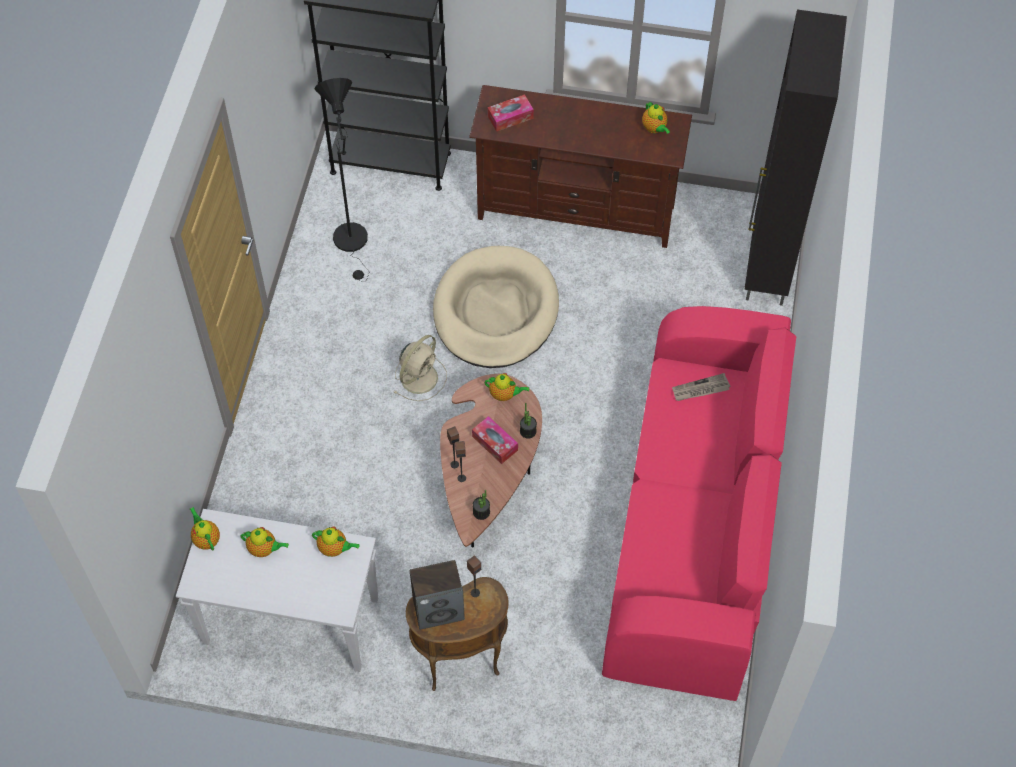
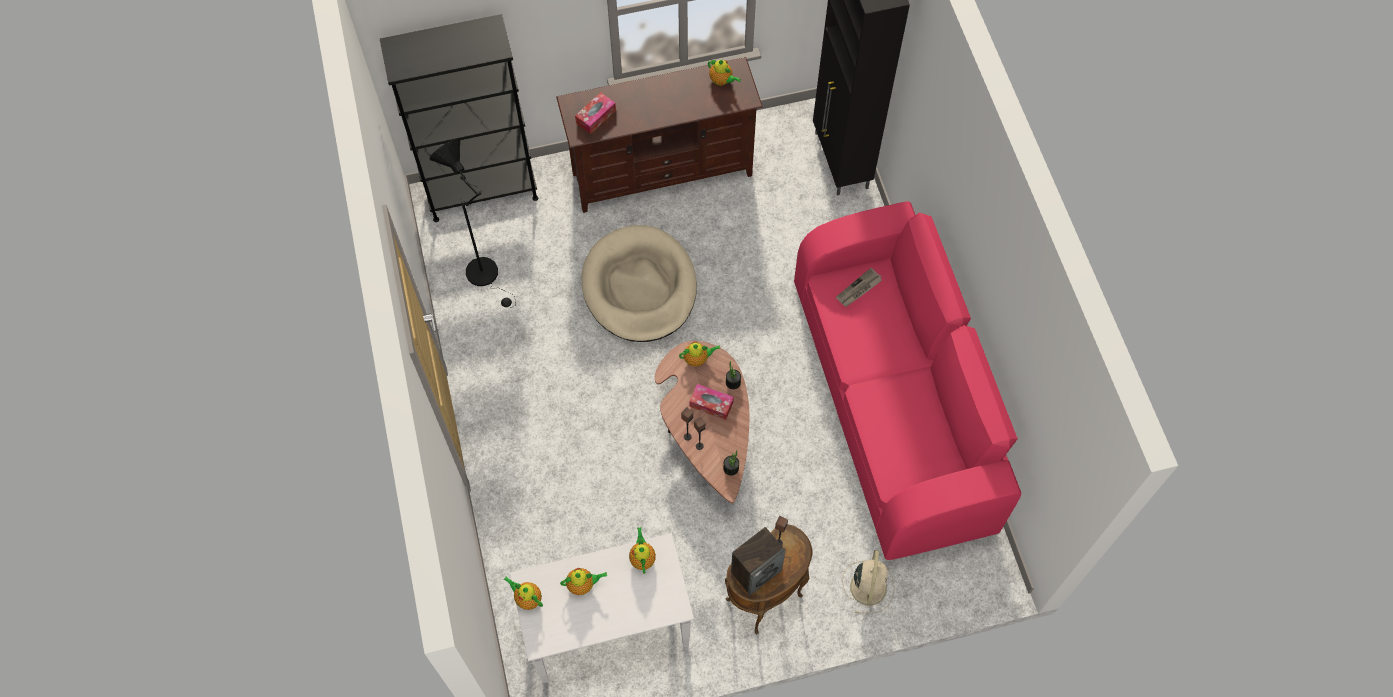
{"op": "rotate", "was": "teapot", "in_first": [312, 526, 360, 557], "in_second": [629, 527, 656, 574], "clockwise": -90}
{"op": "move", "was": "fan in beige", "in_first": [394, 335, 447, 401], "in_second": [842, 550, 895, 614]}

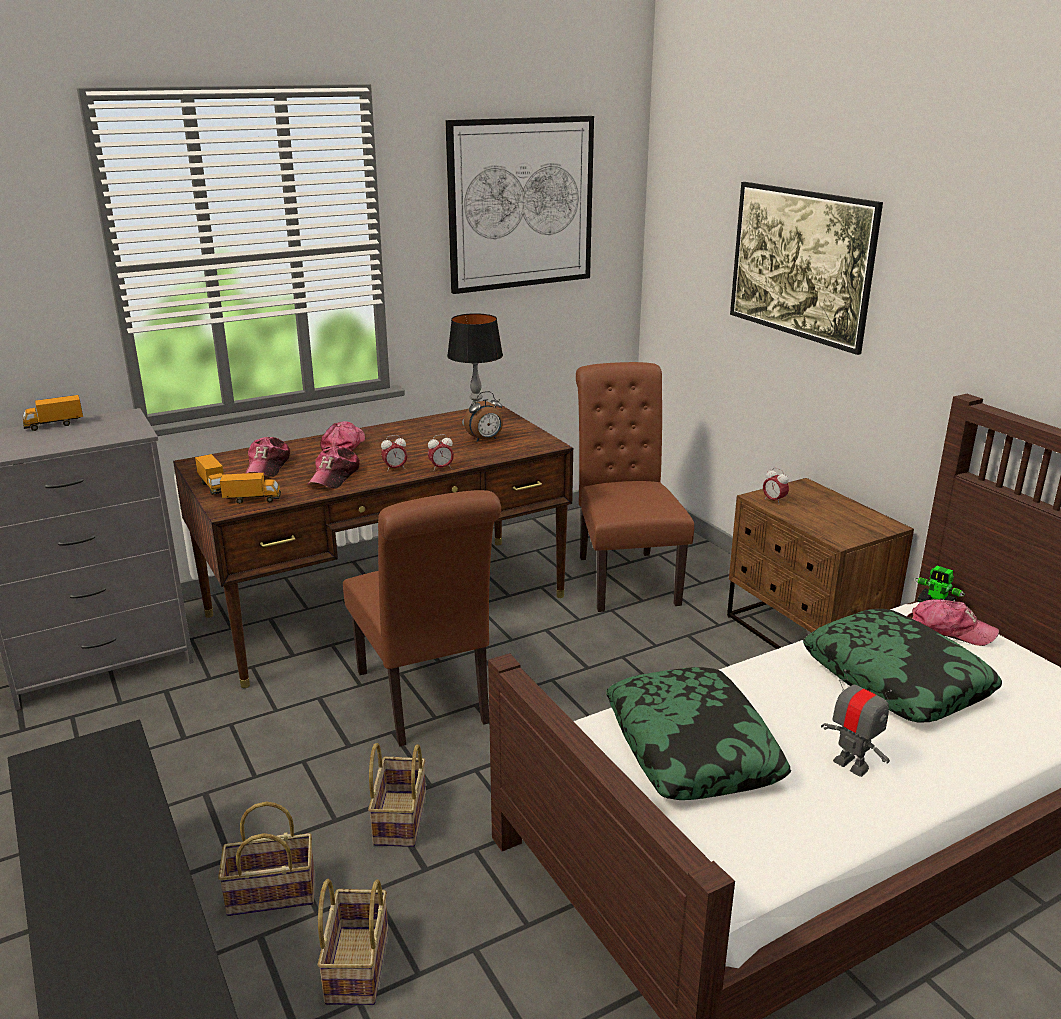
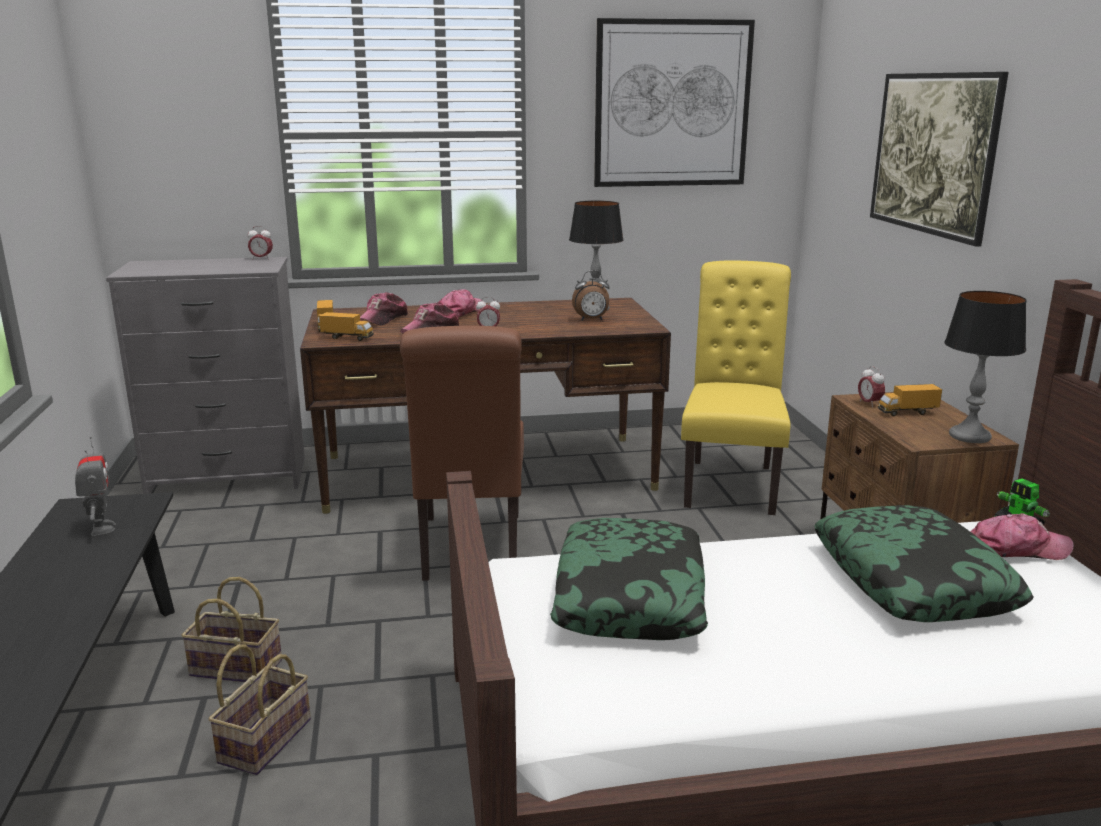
{"op": "move", "was": "toy truck", "in_first": [23, 395, 83, 431], "in_second": [877, 384, 942, 416]}
{"op": "delete", "was": "basket", "in_first": [368, 743, 426, 847]}
{"op": "move", "was": "alarm clock", "in_first": [428, 434, 454, 471], "in_second": [248, 226, 273, 260]}
{"op": "recolor", "was": "chair in brown", "now": "chair in yellow", "in_first": [576, 362, 694, 612], "in_second": [681, 261, 791, 515]}
{"op": "move", "was": "toy robot", "in_first": [821, 669, 892, 777], "in_second": [75, 437, 116, 536]}
{"op": "rotate", "was": "cap", "in_first": [907, 599, 999, 646], "in_second": [970, 513, 1074, 560], "clockwise": -45}
{"op": "insert", "now": "table lamp", "in_second": [944, 291, 1027, 443]}

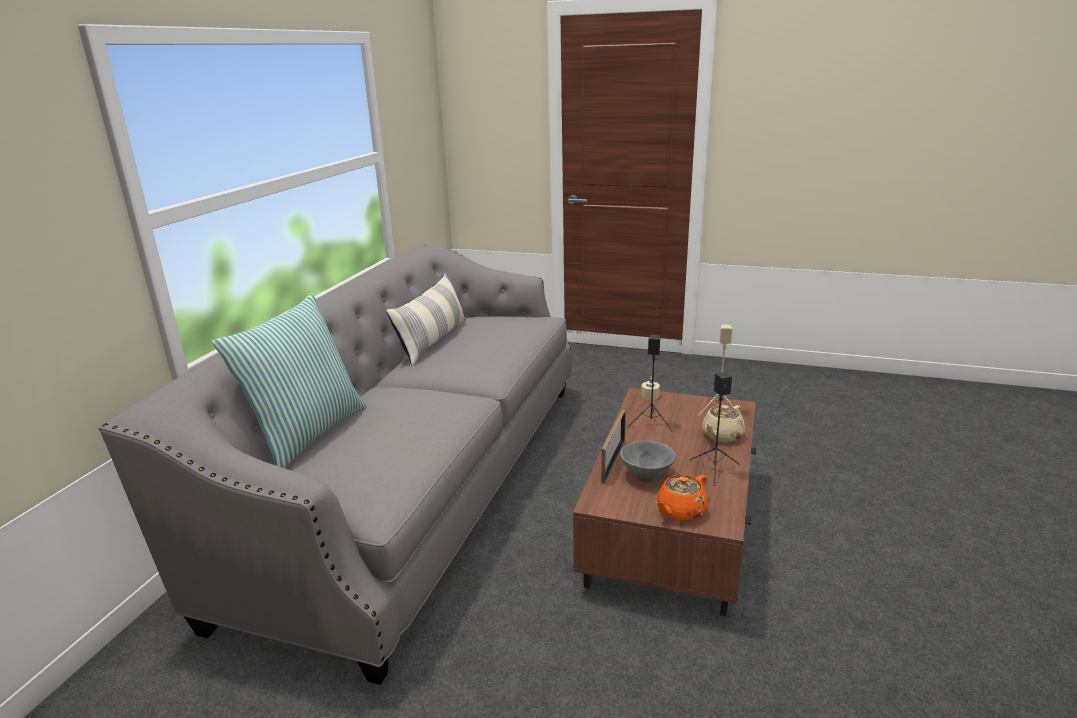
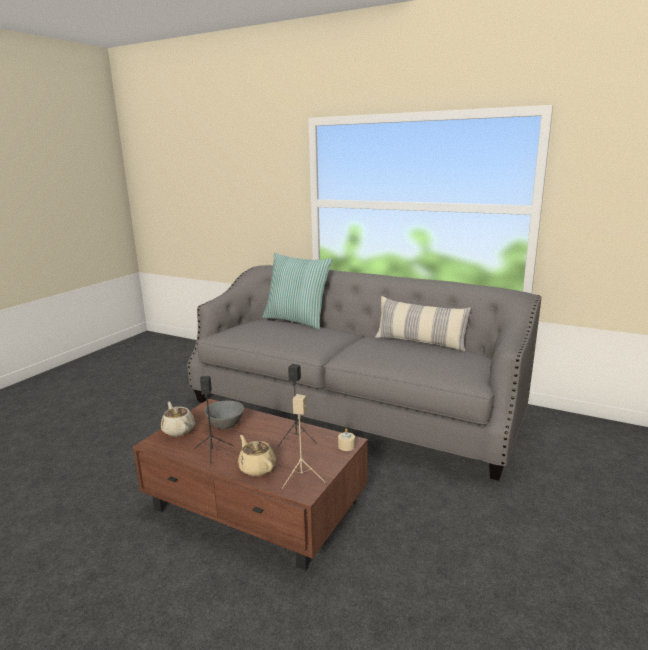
{"op": "delete", "was": "picture frame", "in_first": [601, 409, 626, 484]}
{"op": "recolor", "was": "teapot in orange", "now": "teapot in beige", "in_first": [655, 475, 708, 521], "in_second": [161, 401, 195, 437]}

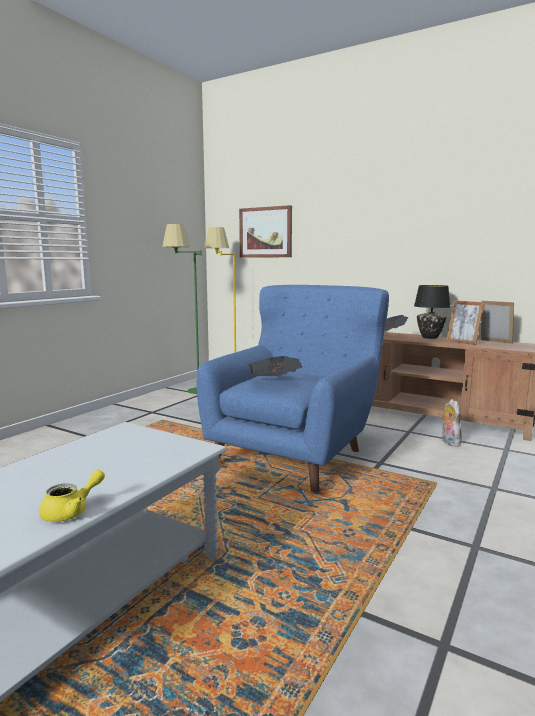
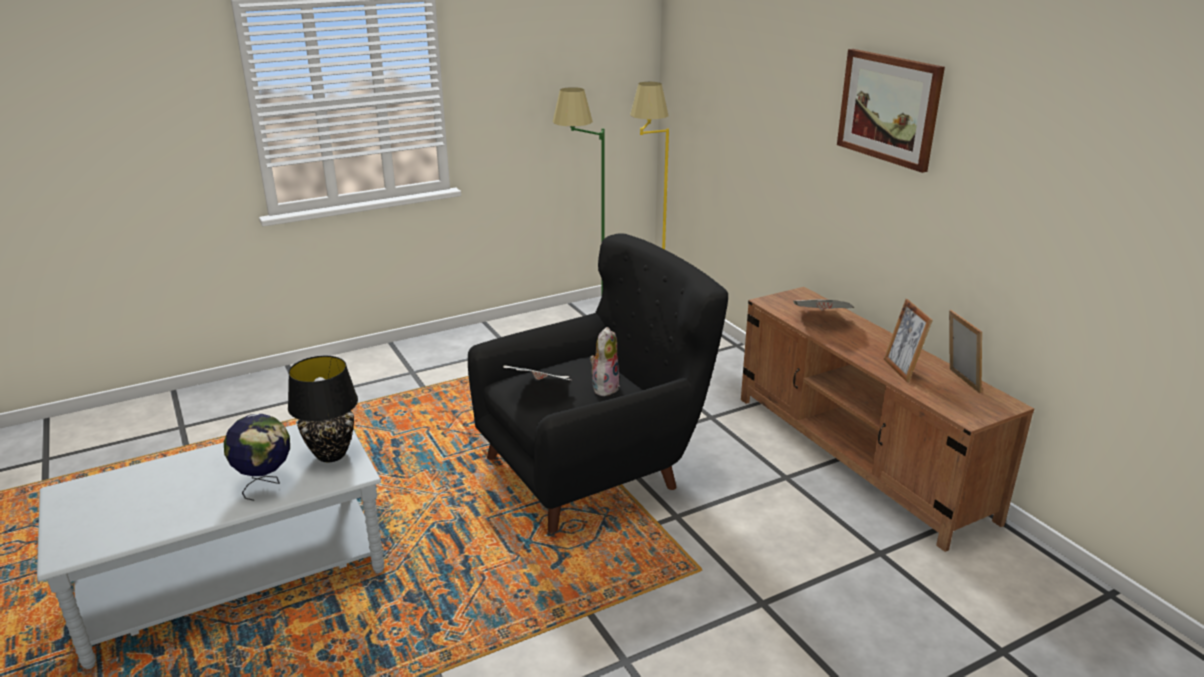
{"op": "delete", "was": "teapot in yellow", "in_first": [39, 470, 105, 522]}
{"op": "recolor", "was": "armchair in blue", "now": "armchair in black", "in_first": [197, 285, 389, 492], "in_second": [468, 234, 728, 533]}
{"op": "move", "was": "picture", "in_first": [239, 205, 292, 257], "in_second": [837, 49, 945, 173]}
{"op": "move", "was": "table lamp in black", "in_first": [414, 285, 451, 339], "in_second": [288, 356, 358, 462]}
{"op": "move", "was": "plush toy", "in_first": [442, 399, 462, 447], "in_second": [590, 327, 620, 396]}
{"op": "insert", "now": "globe", "in_second": [224, 414, 290, 501]}

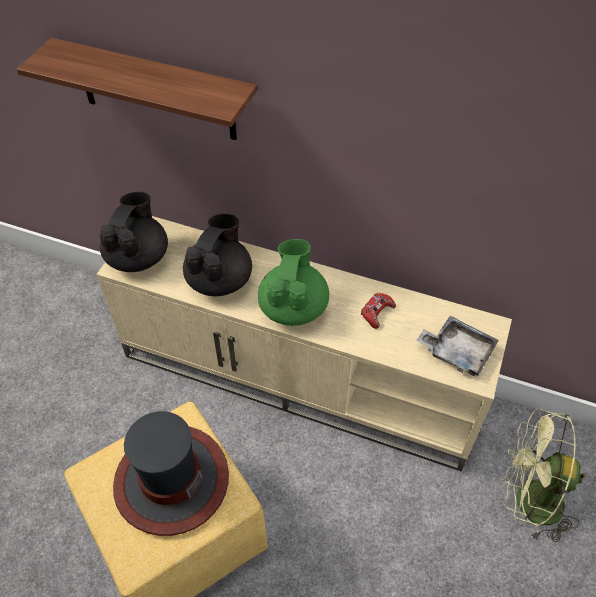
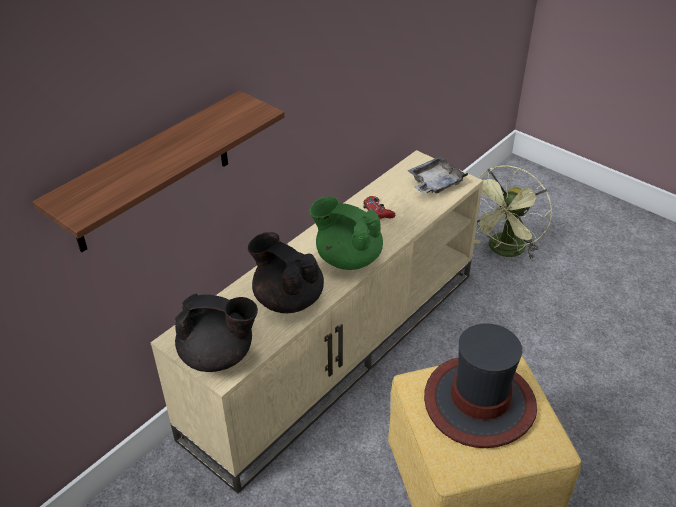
{"op": "rotate", "was": "teapot in black", "in_first": [99, 192, 168, 272], "in_second": [175, 293, 258, 372], "clockwise": 150}

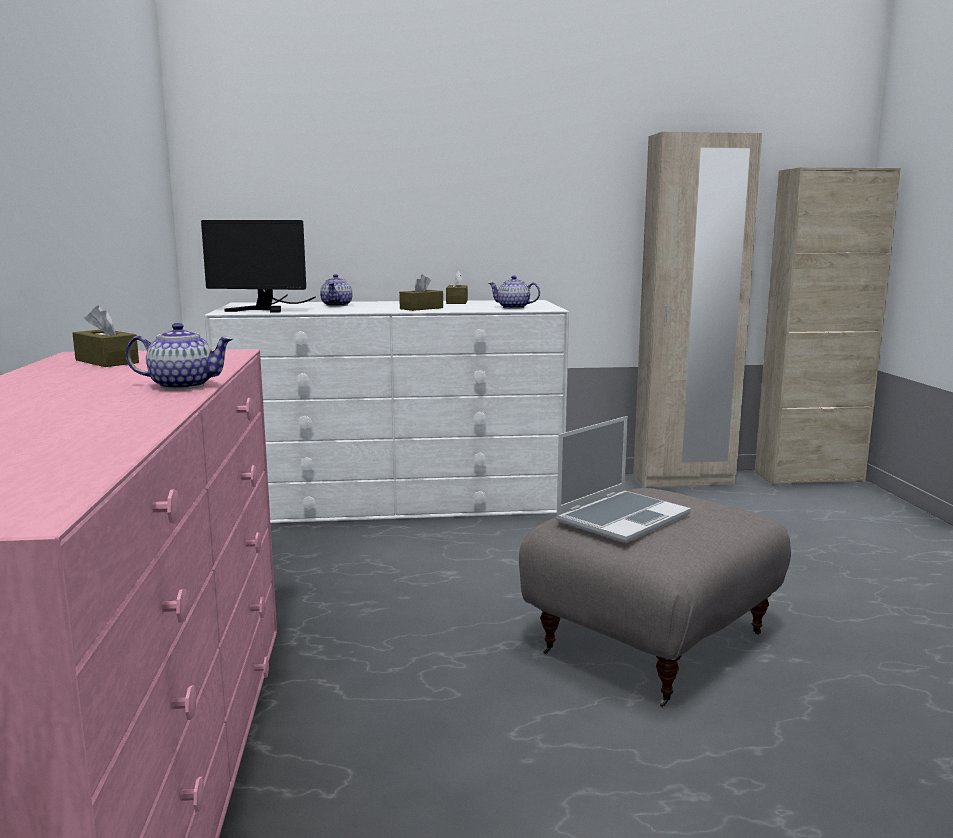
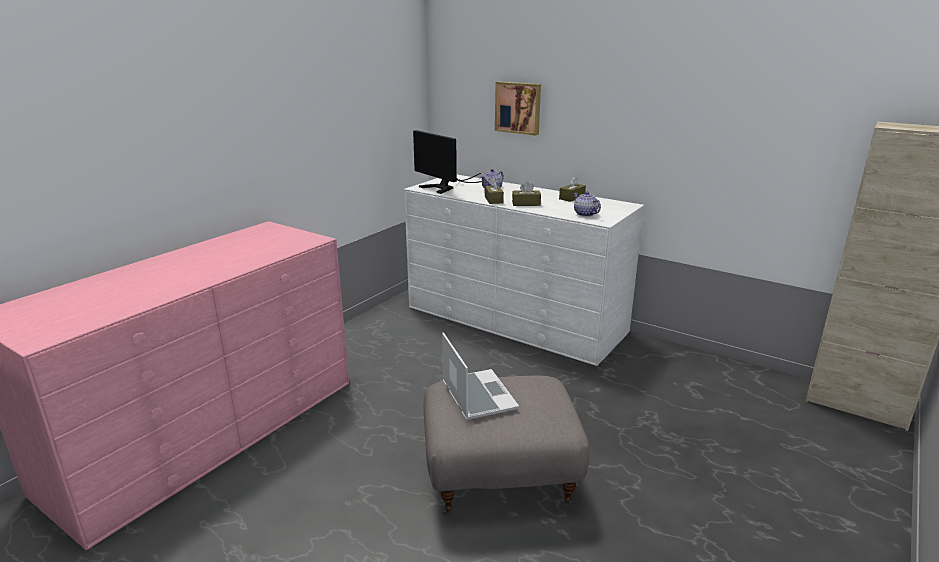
{"op": "move", "was": "tissue box in brown", "in_first": [73, 305, 139, 367], "in_second": [485, 178, 504, 204]}
{"op": "delete", "was": "teapot", "in_first": [125, 323, 233, 390]}
{"op": "rotate", "was": "laptop", "in_first": [556, 416, 691, 543], "in_second": [442, 332, 519, 420], "clockwise": -105}
{"op": "delete", "was": "wardrobe in beige", "in_first": [633, 132, 762, 487]}
{"op": "insert", "now": "picture", "in_second": [495, 82, 541, 135]}

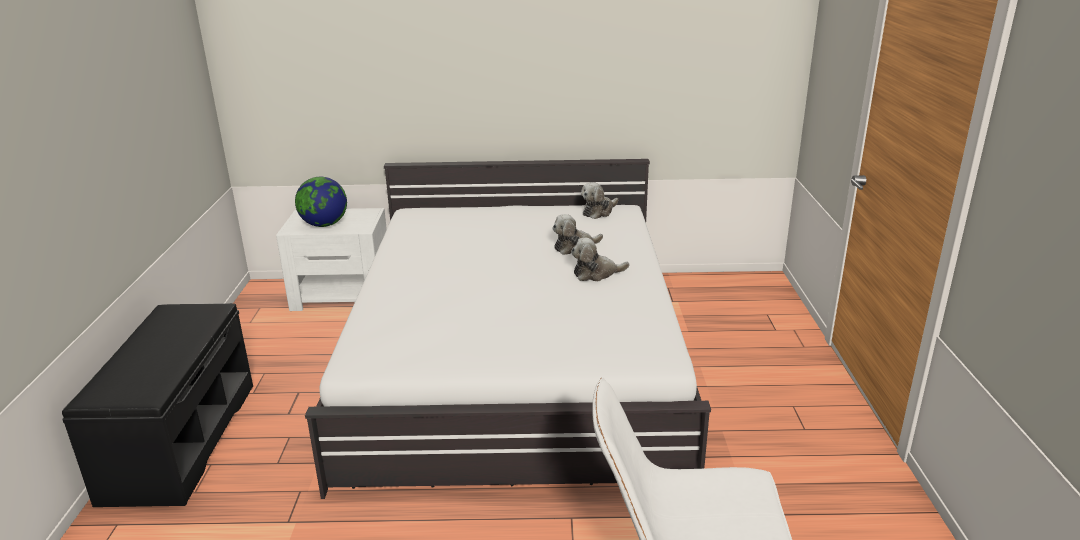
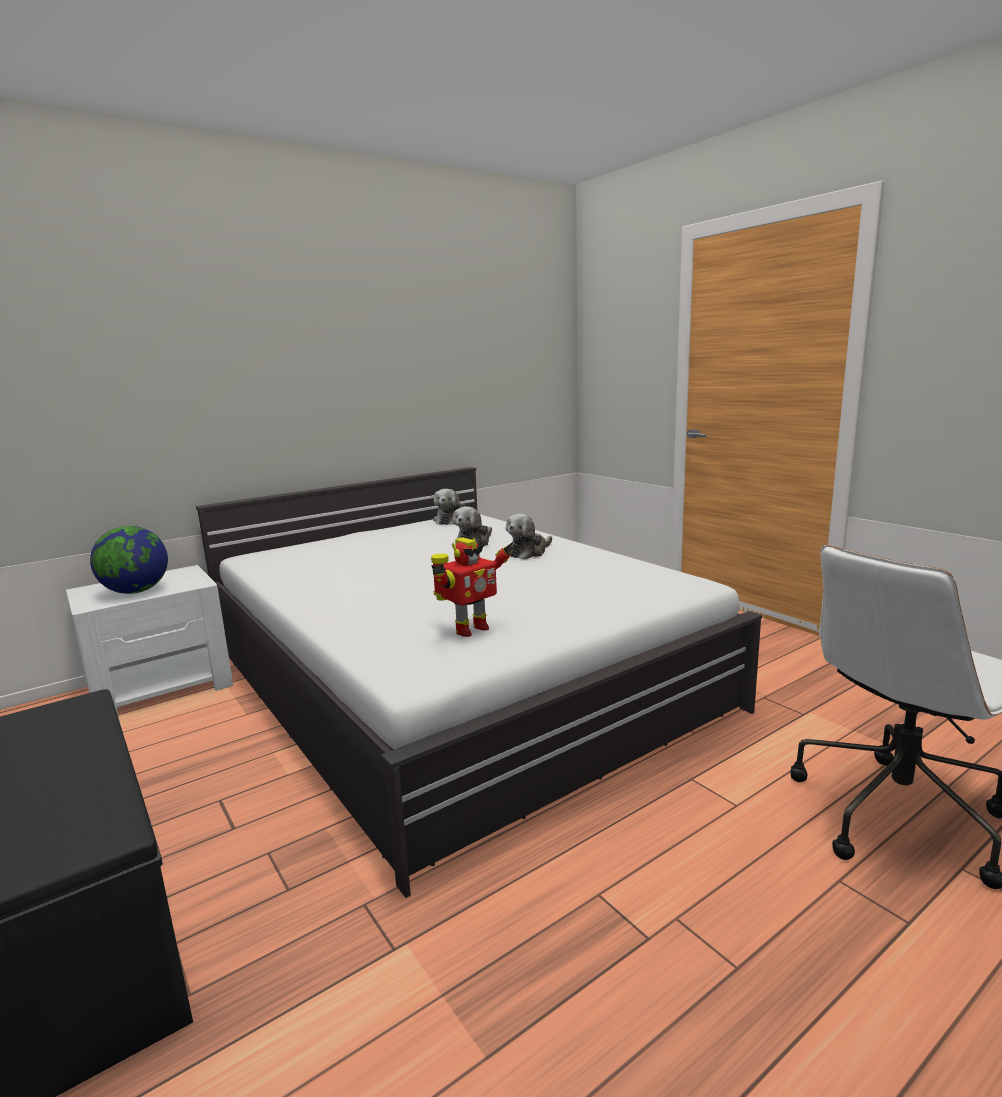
{"op": "insert", "now": "toy robot", "in_second": [431, 537, 515, 637]}

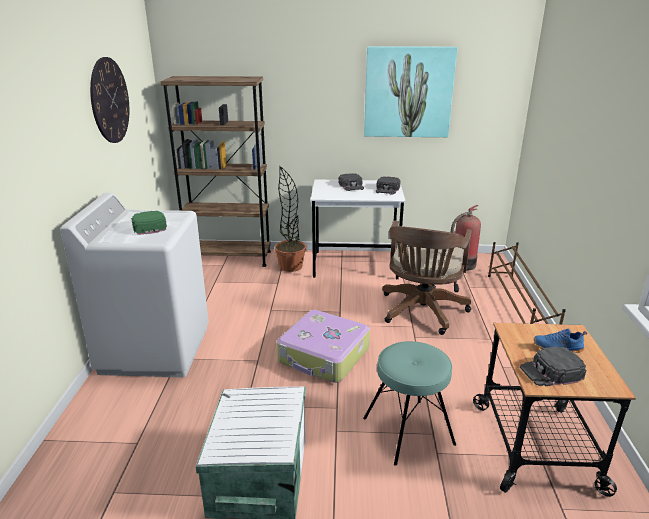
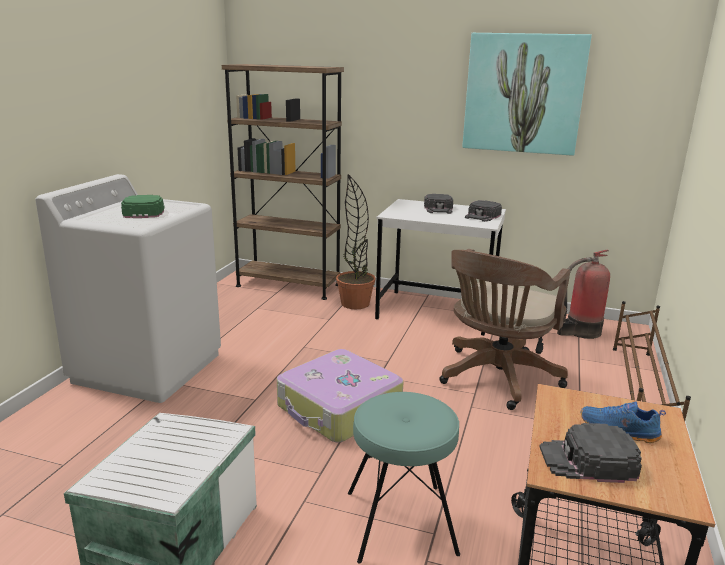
{"op": "delete", "was": "wall clock", "in_first": [90, 57, 129, 143]}

